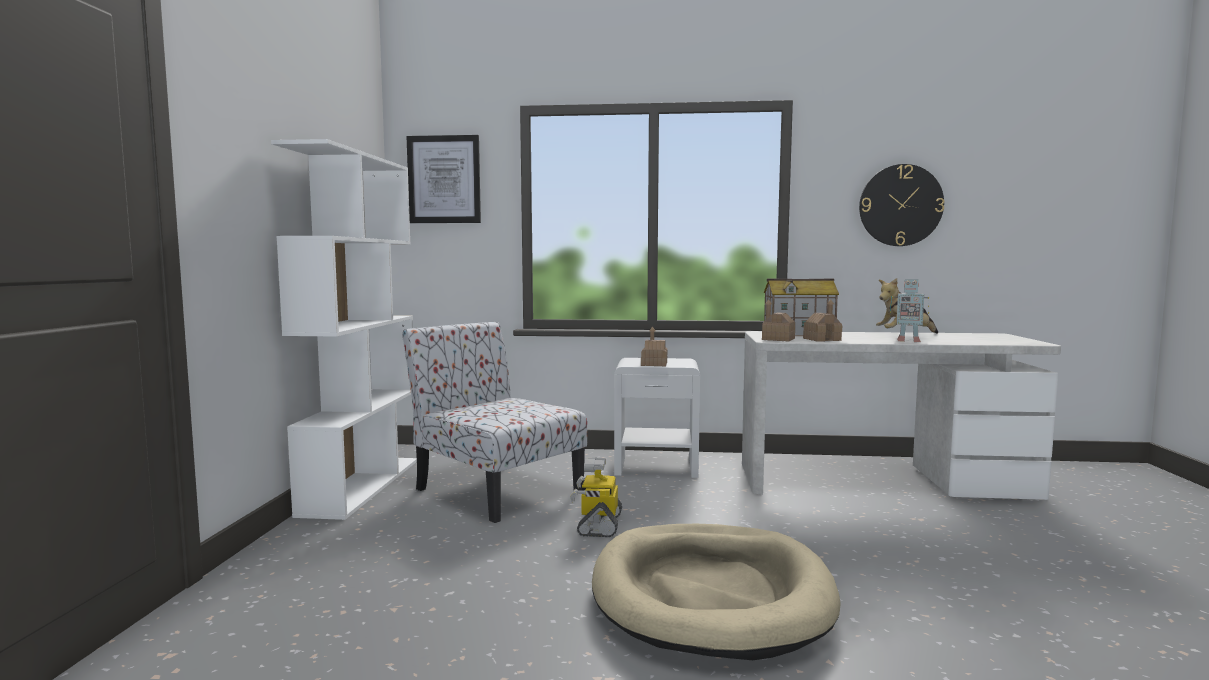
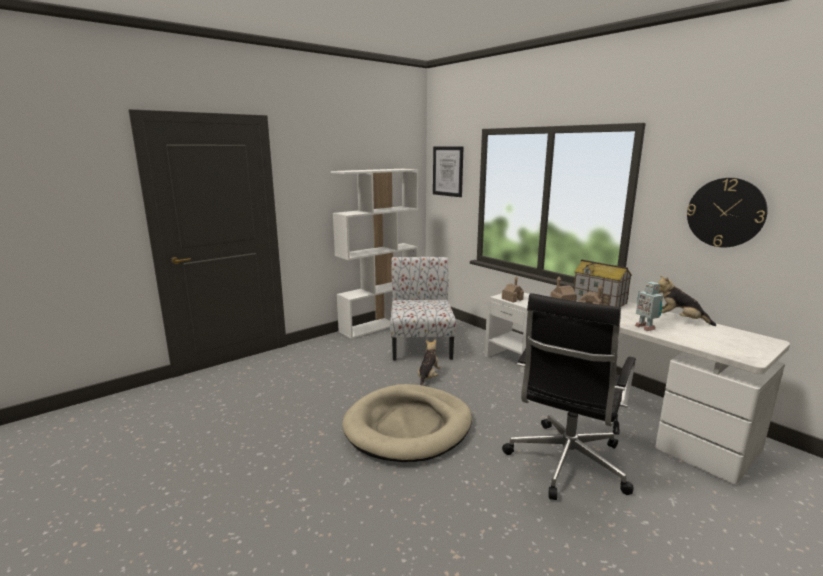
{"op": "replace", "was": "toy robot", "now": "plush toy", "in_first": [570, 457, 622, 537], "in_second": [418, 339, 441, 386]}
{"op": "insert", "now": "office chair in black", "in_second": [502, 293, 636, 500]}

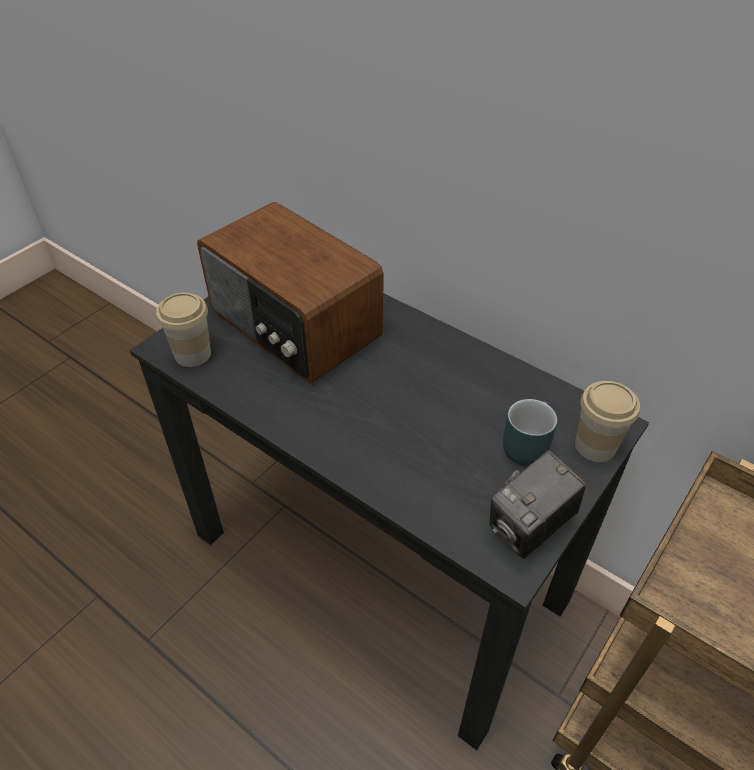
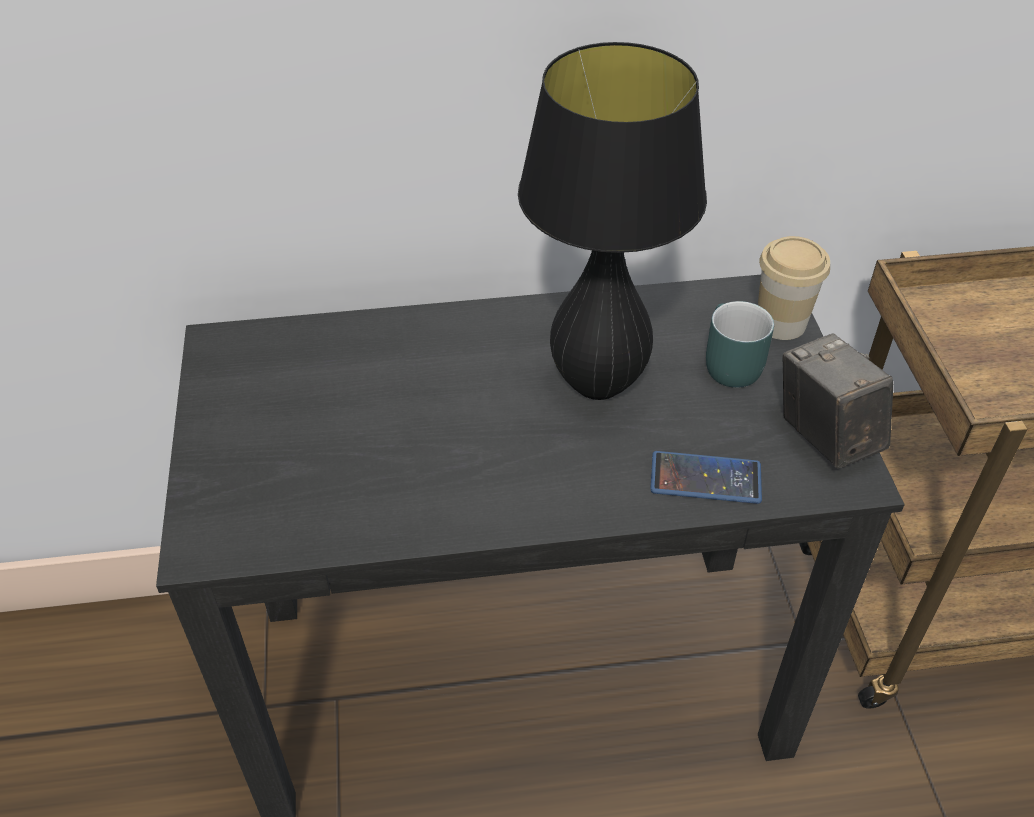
{"op": "delete", "was": "cup", "in_first": [156, 292, 211, 367]}
{"op": "delete", "was": "radio", "in_first": [197, 202, 384, 384]}
{"op": "rotate", "was": "photo camera", "in_first": [489, 450, 586, 559], "in_second": [783, 334, 893, 468], "clockwise": 150}
{"op": "insert", "now": "table lamp in black", "in_second": [518, 42, 707, 400]}
{"op": "insert", "now": "phone", "in_second": [650, 451, 762, 504]}

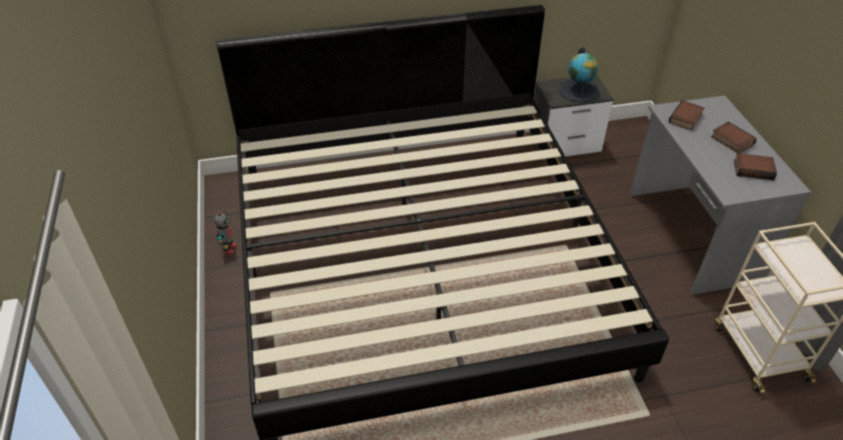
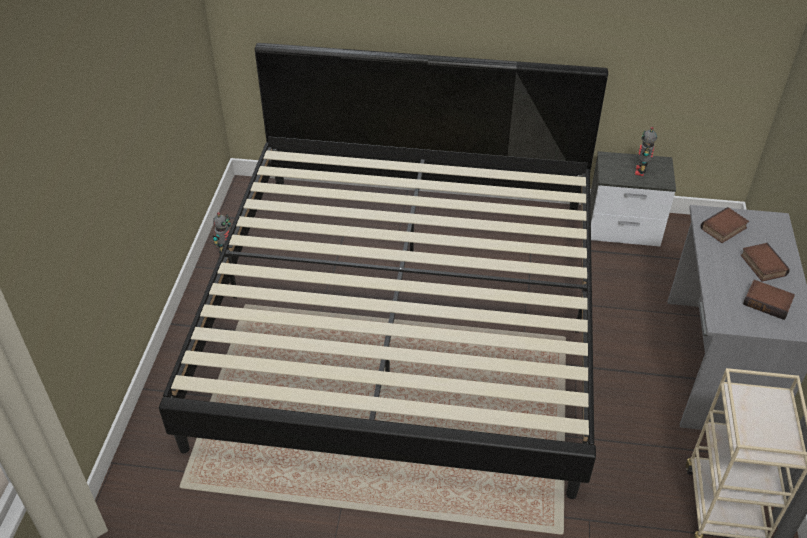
{"op": "replace", "was": "globe", "now": "toy robot", "in_first": [559, 47, 599, 102], "in_second": [635, 127, 657, 176]}

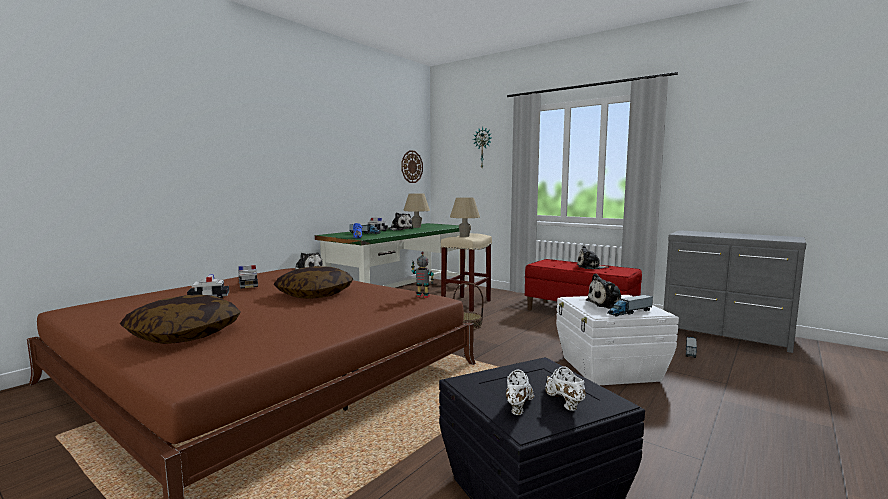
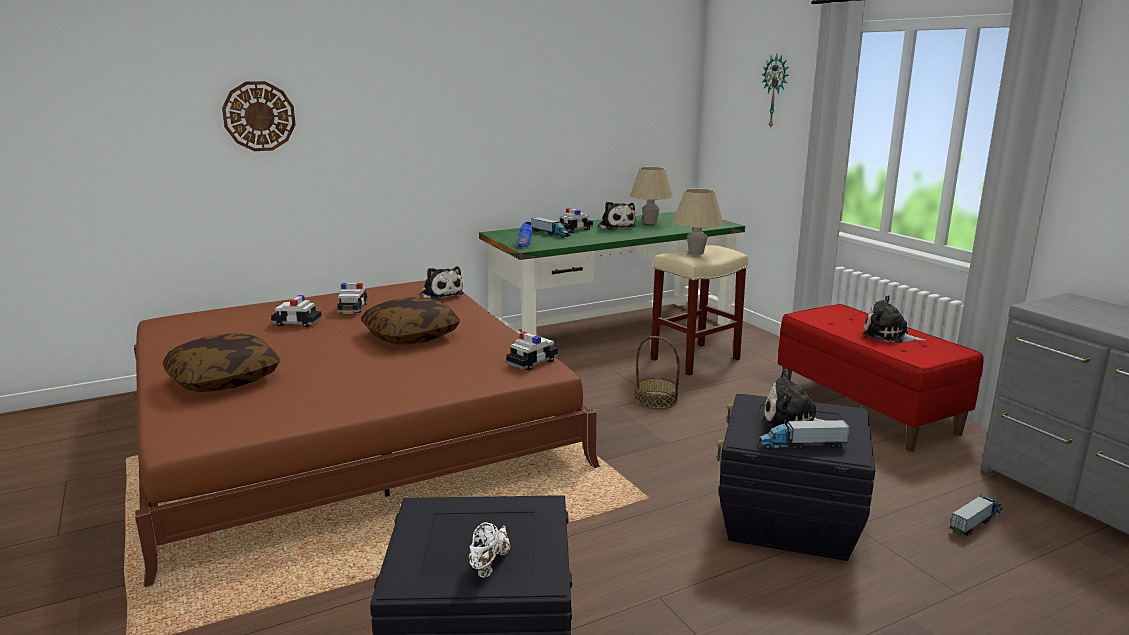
{"op": "move", "was": "wall clock", "in_first": [401, 150, 423, 183], "in_second": [222, 81, 296, 151]}
{"op": "replace", "was": "toy robot", "now": "toy car", "in_first": [411, 252, 434, 298], "in_second": [506, 331, 558, 371]}
{"op": "delete", "was": "shoe in white", "in_first": [506, 370, 534, 415]}
{"op": "recolor", "was": "storage box in white", "now": "storage box in black", "in_first": [556, 295, 679, 385], "in_second": [717, 394, 875, 561]}

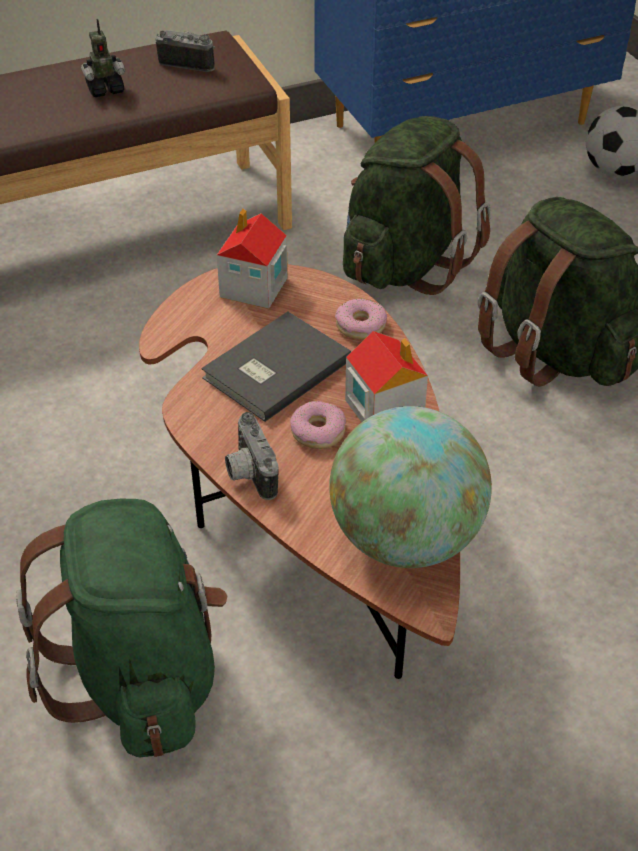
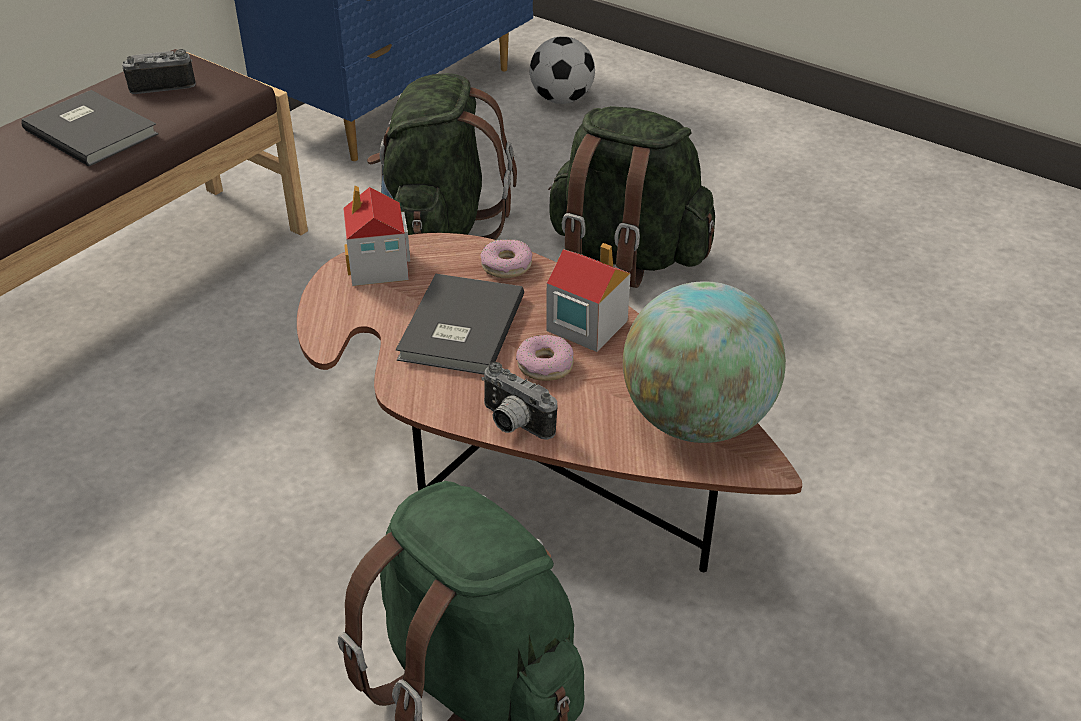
{"op": "replace", "was": "toy robot", "now": "book in grey", "in_first": [81, 19, 125, 97], "in_second": [21, 90, 158, 166]}

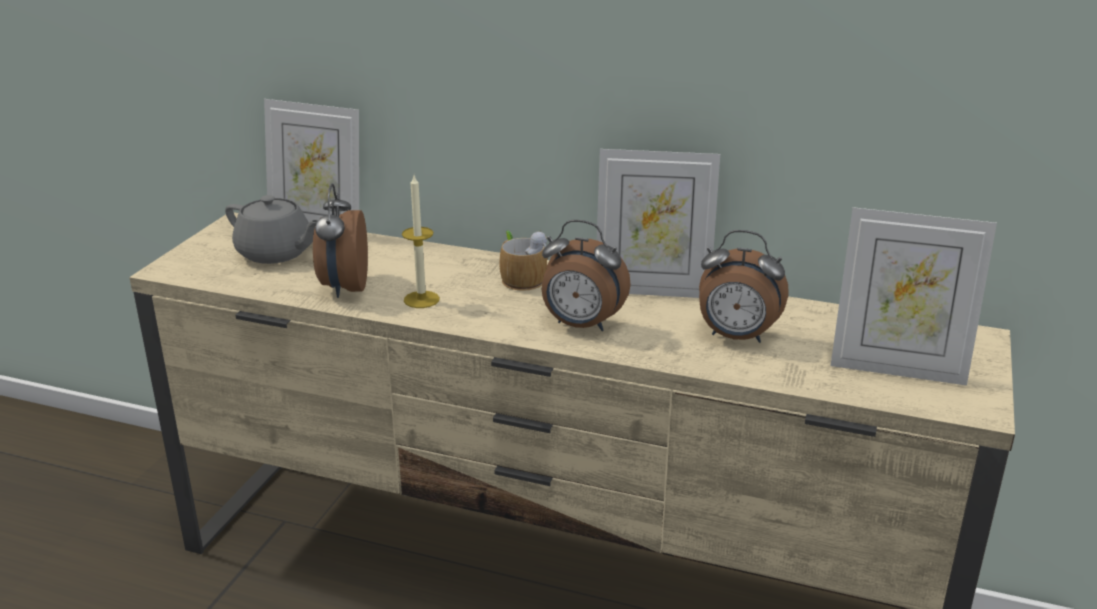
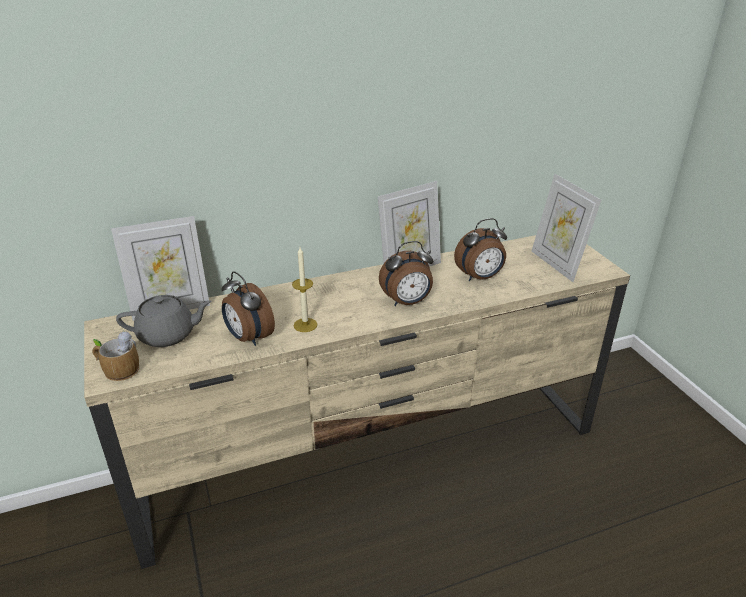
{"op": "move", "was": "mug", "in_first": [499, 230, 549, 291], "in_second": [92, 330, 139, 381]}
{"op": "rotate", "was": "picture frame", "in_first": [831, 207, 997, 385], "in_second": [532, 174, 601, 282], "clockwise": 90}

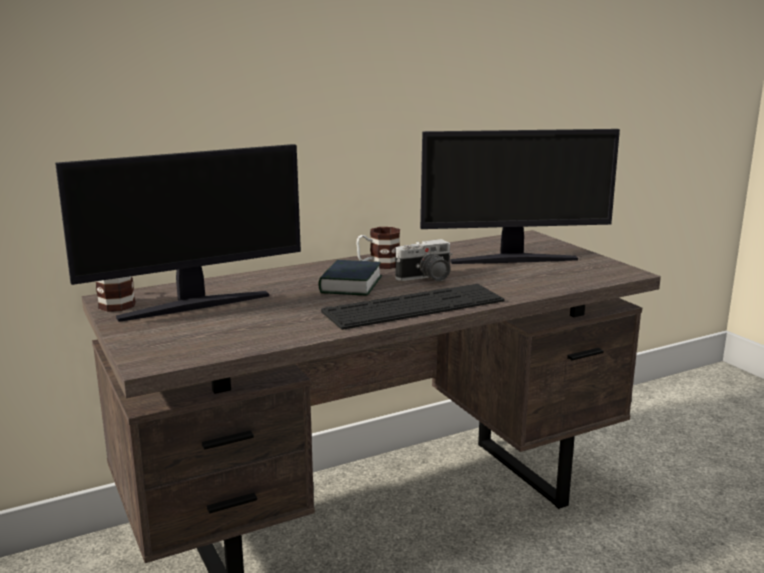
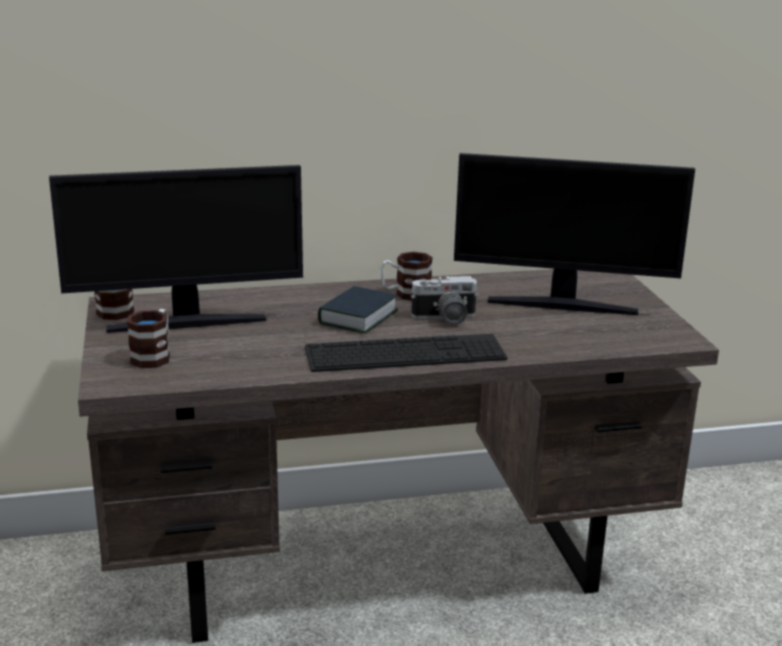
{"op": "insert", "now": "mug", "in_second": [127, 309, 170, 368]}

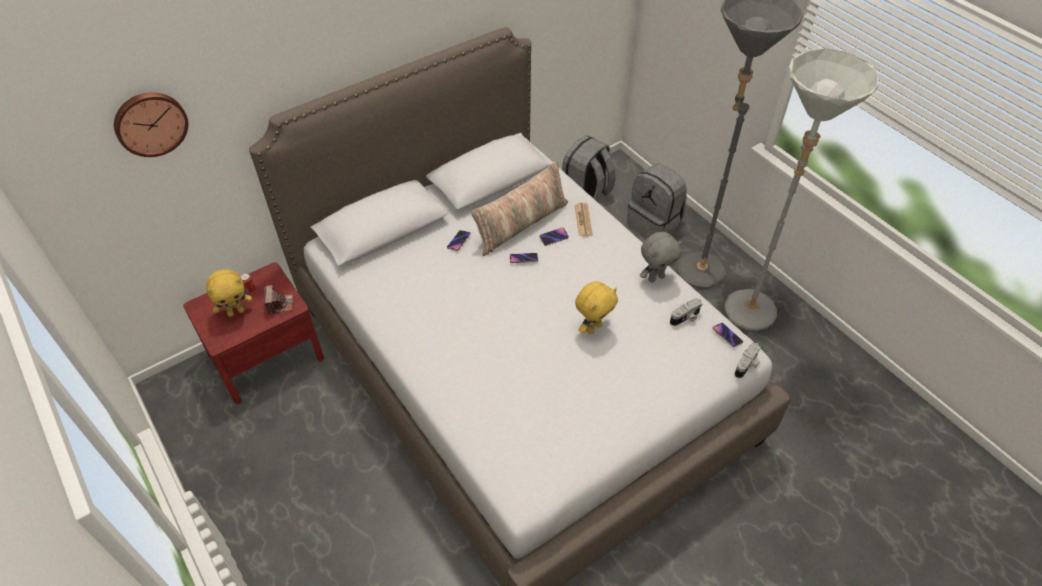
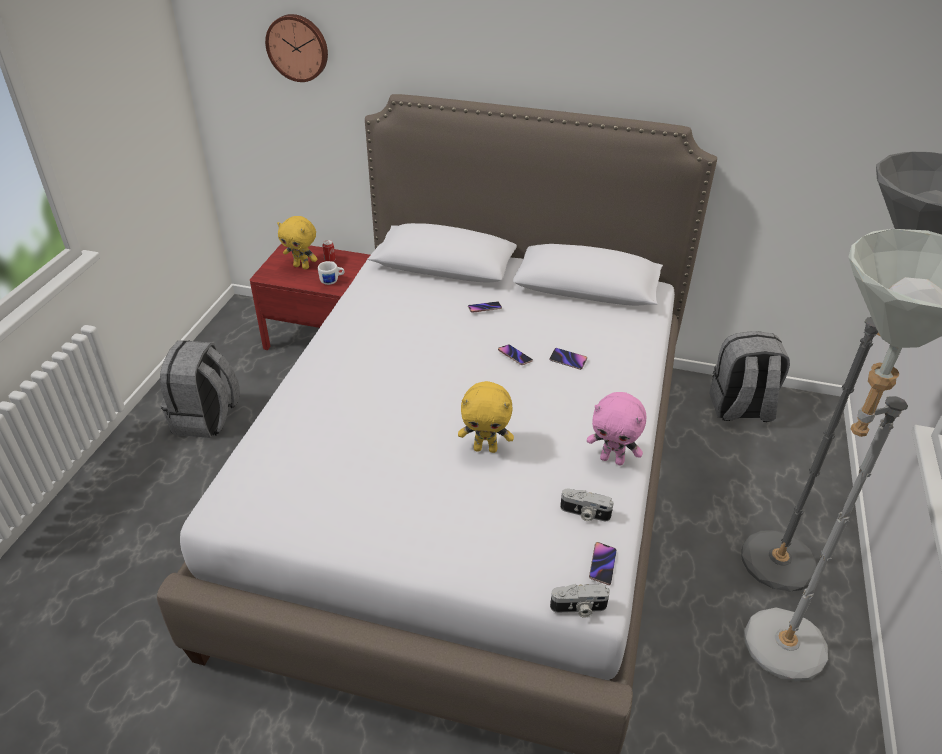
{"op": "replace", "was": "photo camera", "now": "mug in white", "in_first": [264, 285, 293, 315], "in_second": [318, 261, 345, 285]}
{"op": "delete", "was": "pillow", "in_first": [471, 161, 568, 256]}
{"op": "delete", "was": "newspaper", "in_first": [575, 203, 593, 236]}
{"op": "move", "was": "backpack in grey", "in_first": [627, 164, 687, 237], "in_second": [160, 340, 240, 438]}
{"op": "recolor", "was": "plush toy in grey", "now": "plush toy in pink", "in_first": [640, 232, 683, 283], "in_second": [587, 392, 646, 466]}

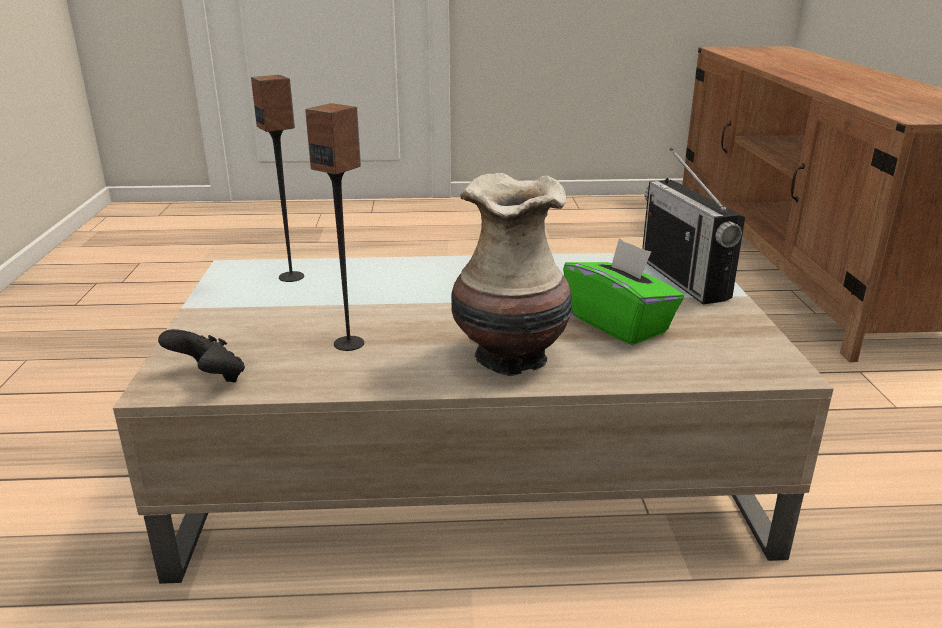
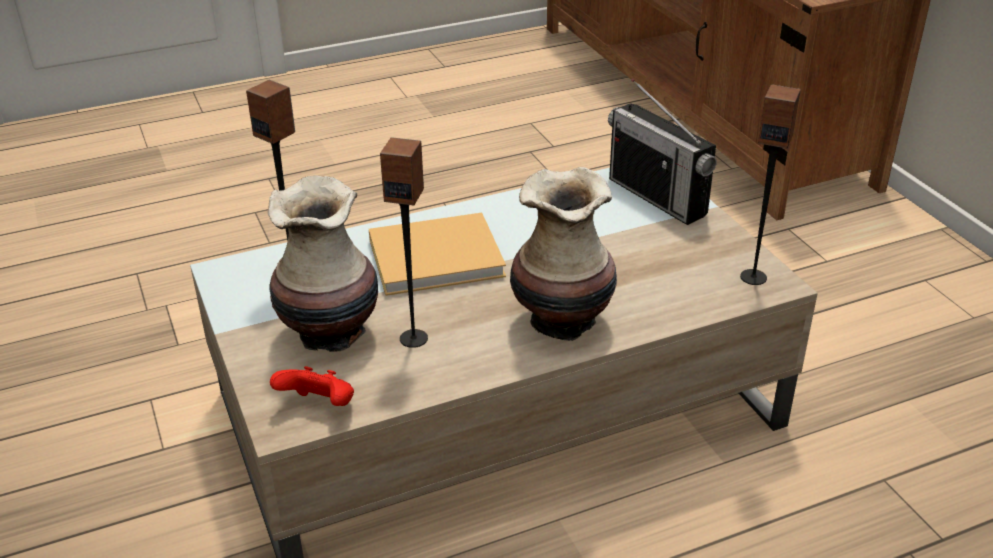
{"op": "recolor", "was": "game controller in black", "now": "game controller in red", "in_first": [158, 329, 245, 382], "in_second": [270, 366, 354, 406]}
{"op": "delete", "was": "tissue box in green", "in_first": [563, 238, 684, 345]}
{"op": "insert", "now": "vase", "in_second": [268, 175, 378, 352]}
{"op": "insert", "now": "book in beige", "in_second": [369, 213, 506, 296]}
{"op": "insert", "now": "speaker", "in_second": [740, 84, 801, 285]}

